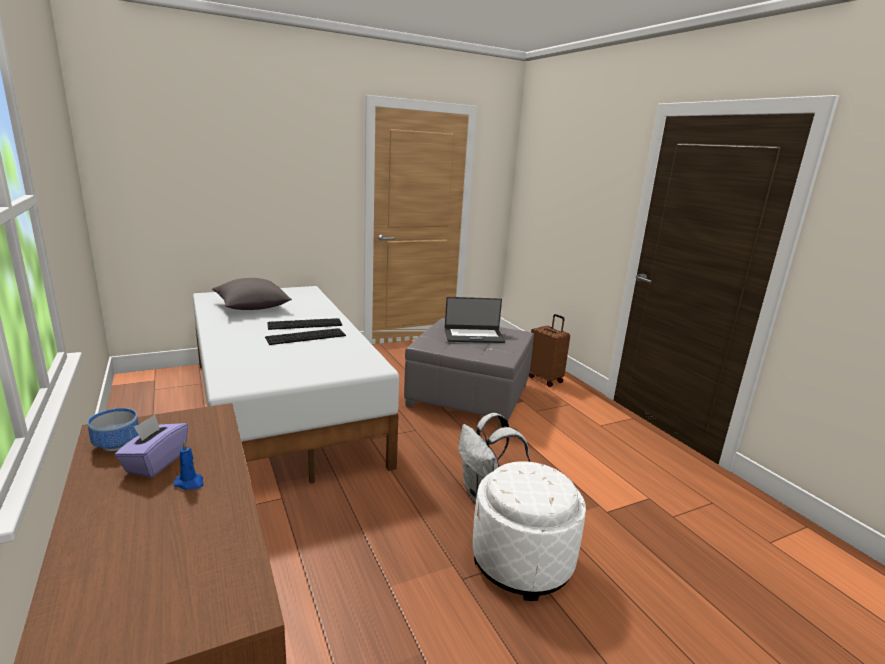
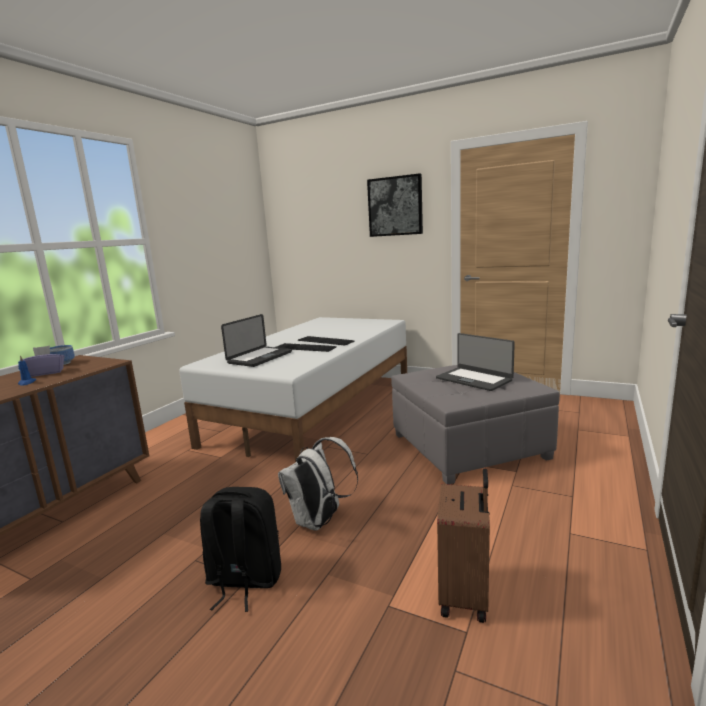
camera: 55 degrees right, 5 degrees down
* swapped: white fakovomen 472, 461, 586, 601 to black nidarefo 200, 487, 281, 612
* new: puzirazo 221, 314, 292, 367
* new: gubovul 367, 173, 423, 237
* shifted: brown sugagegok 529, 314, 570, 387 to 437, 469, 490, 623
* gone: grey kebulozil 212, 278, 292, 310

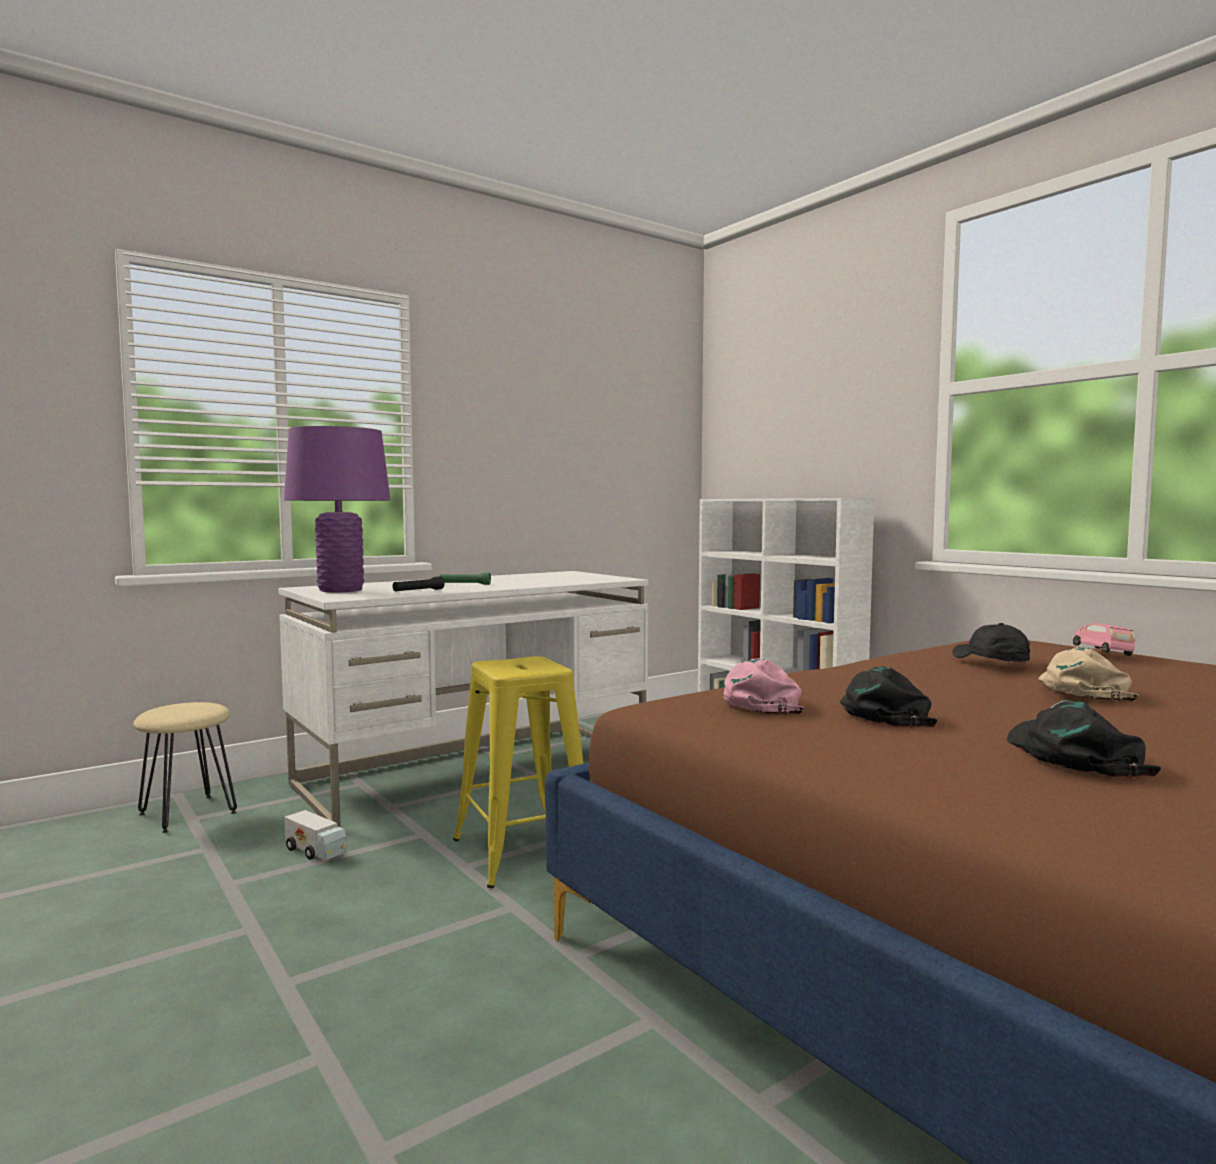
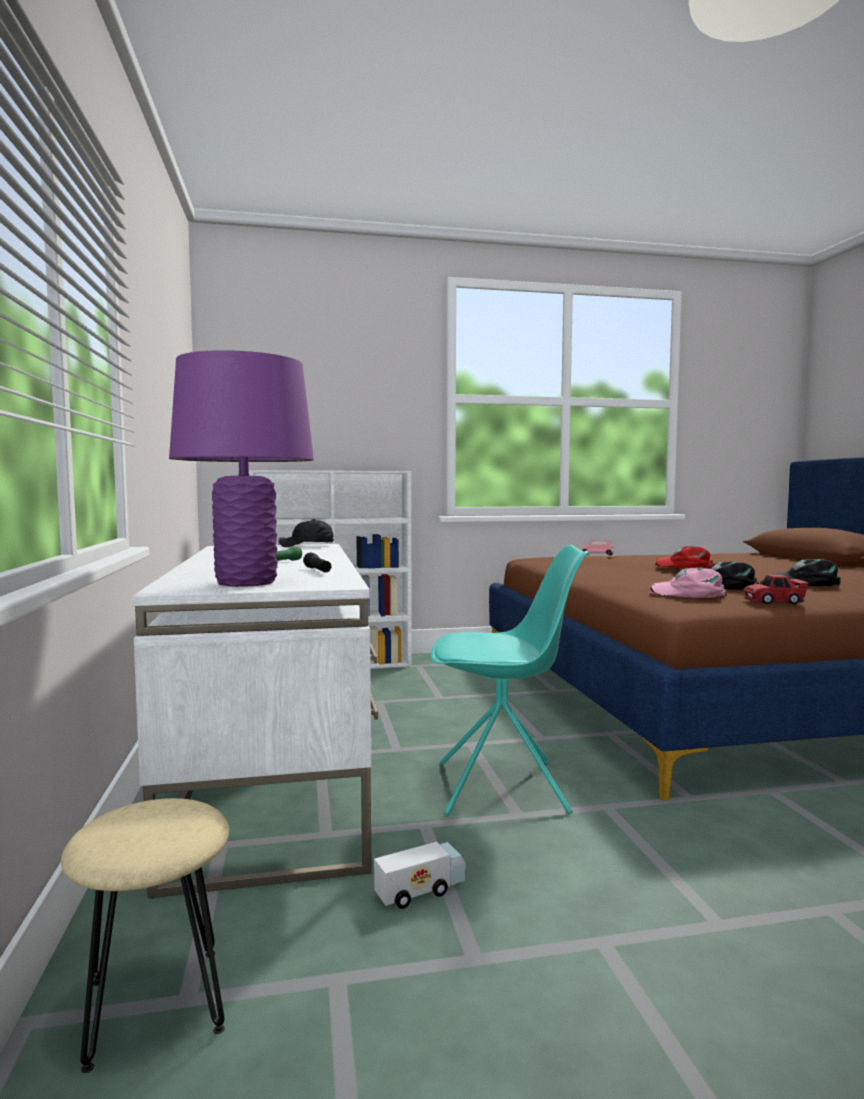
camera: 65 degrees left, 0 degrees up
* shifted: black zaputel 952, 623, 1030, 662 to 279, 519, 334, 547
* swapped: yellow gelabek 453, 656, 583, 888 to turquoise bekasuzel 431, 545, 590, 816
* repainted: beige zaputel 1038, 647, 1138, 701 to red zaputel 655, 546, 716, 569
* new: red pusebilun 743, 575, 808, 604

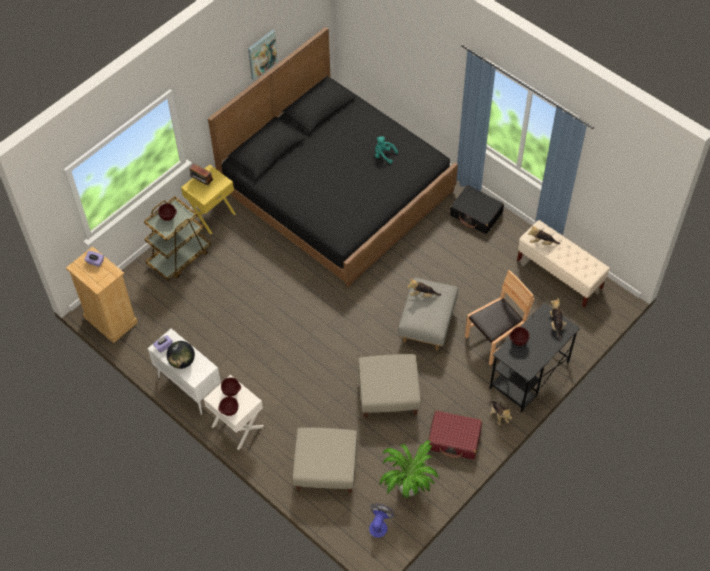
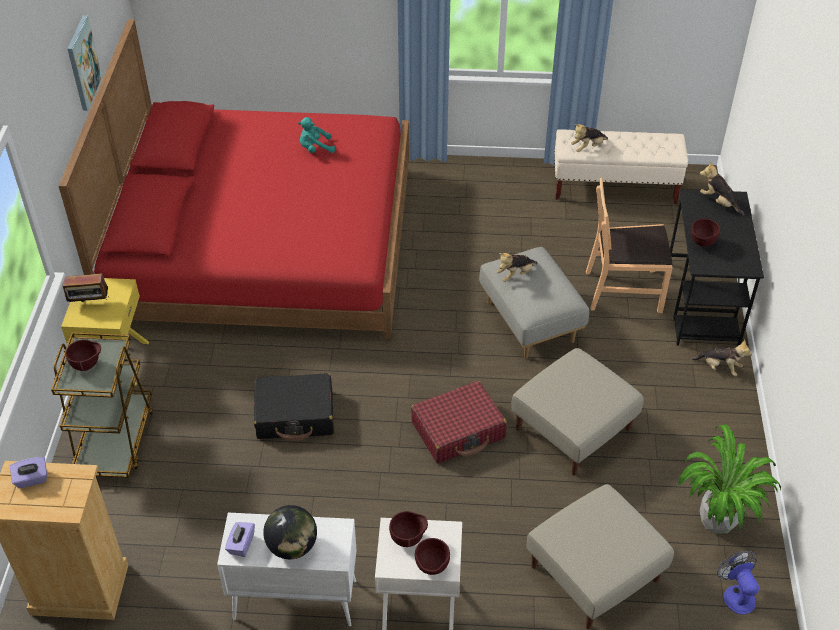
camera: 40 degrees left, 10 degrees down
* repainted: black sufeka 208, 27, 458, 287 to red sufeka 59, 19, 409, 339
* shifted: black sugagegok 450, 185, 504, 234 to 254, 373, 334, 441
* shifted: red sugagegok 428, 410, 482, 460 to 411, 381, 507, 463
* rotated: brown bekasuzel 465, 270, 534, 365 = 586, 178, 672, 313 105 degrees counterclockwise

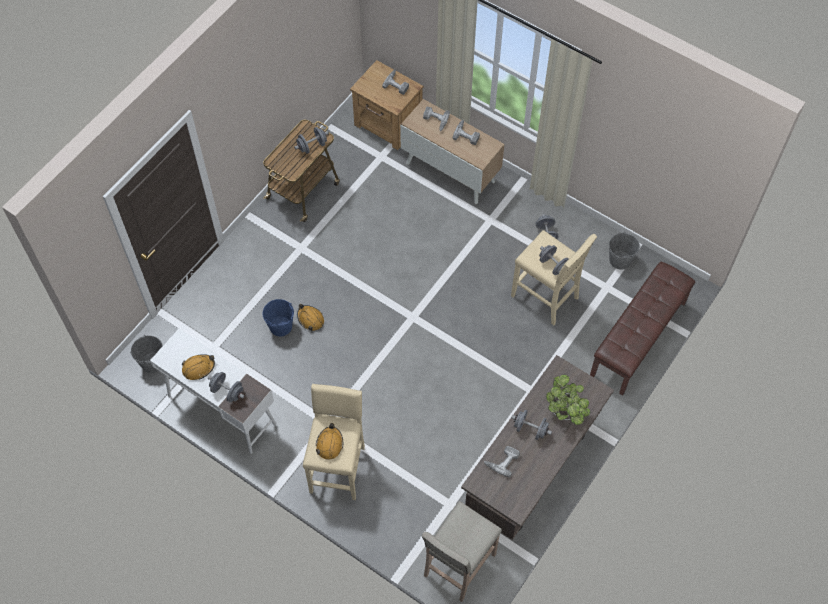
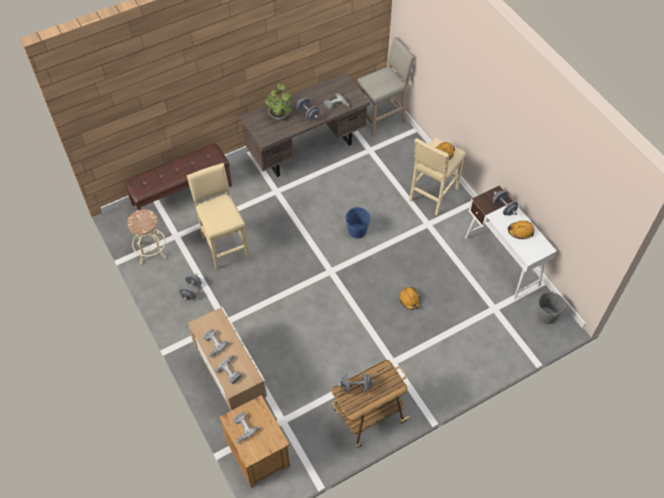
camera: 155 degrees left, 5 degrees down
* swapped: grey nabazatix 609, 231, 641, 270 to beige gelabek 127, 209, 166, 264
* shifted: blue nabazatix 262, 299, 294, 336 to 345, 207, 371, 238
* gone: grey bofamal 539, 245, 568, 275

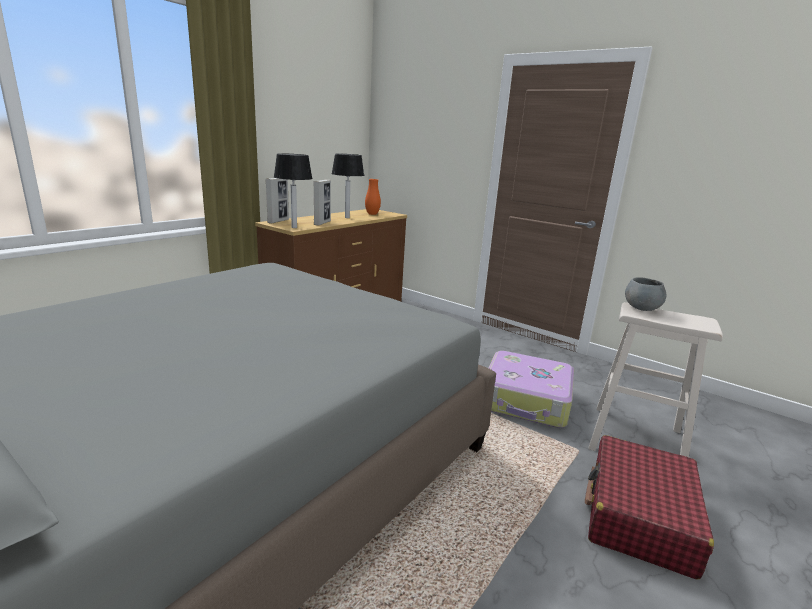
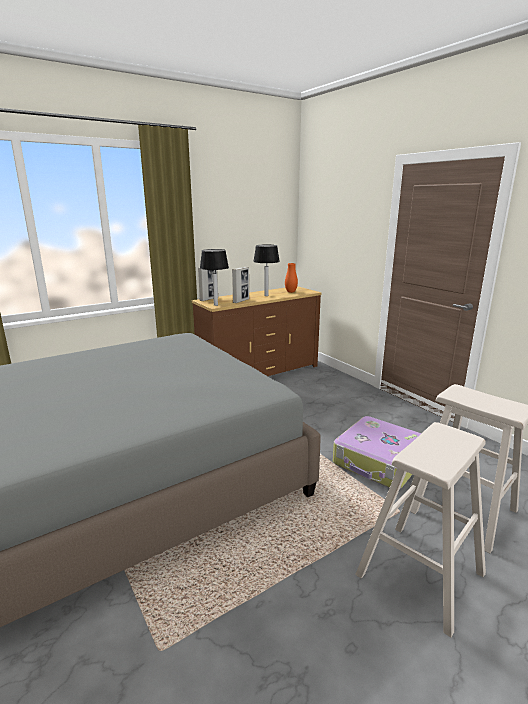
camera: 20 degrees right, 0 degrees up
* swapped: red sugagegok 585, 435, 714, 580 to beige gelabek 355, 422, 486, 638
* gone: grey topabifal 625, 277, 666, 311

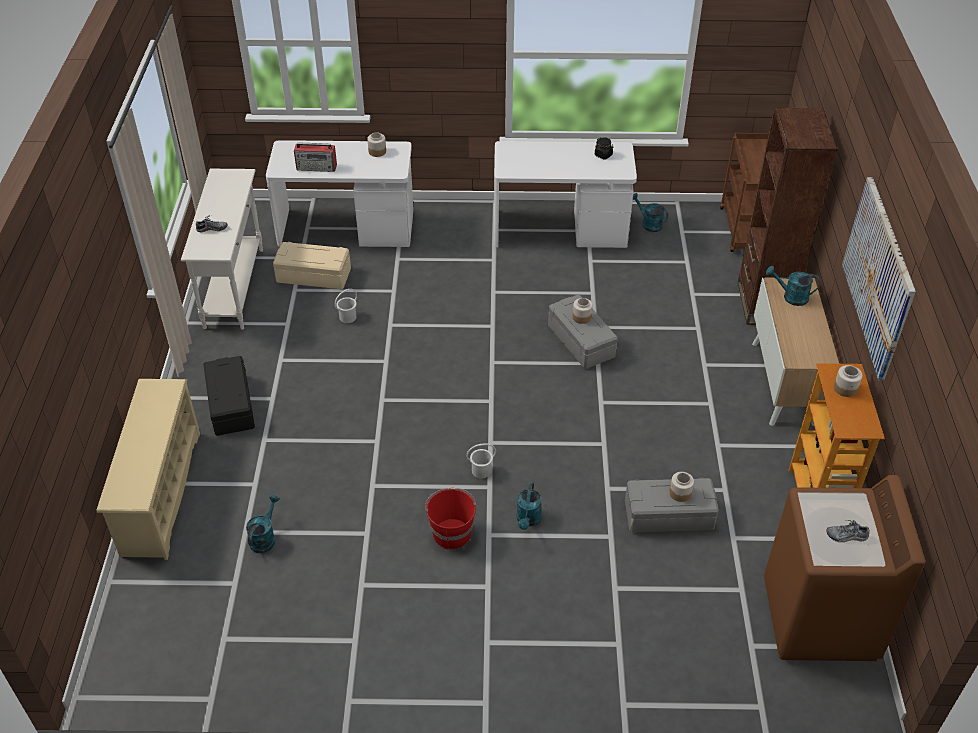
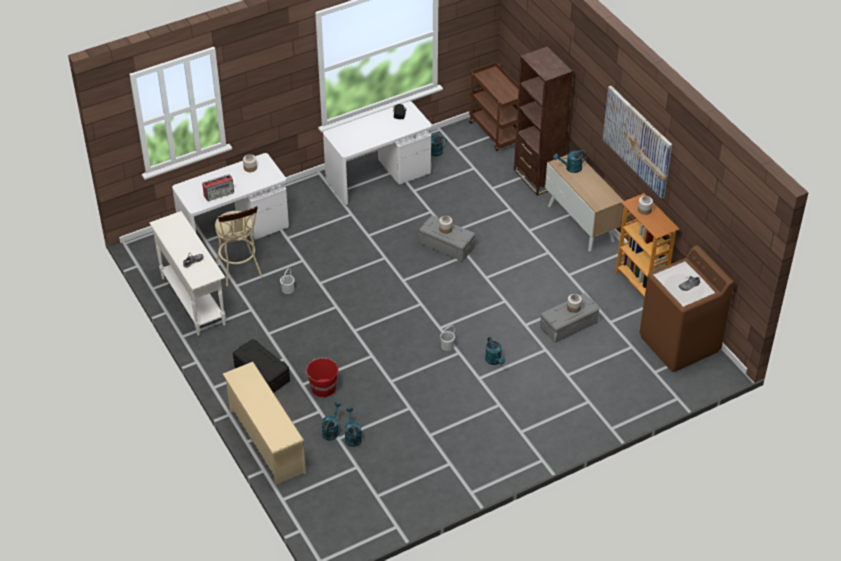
camera: 30 degrees left, 0 degrees up
* swapped: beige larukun 273, 242, 351, 289 to beige gelabek 215, 206, 262, 286
* shifted: red nabazatix 425, 488, 476, 549 to 305, 357, 338, 397
* new: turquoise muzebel 322, 402, 342, 441

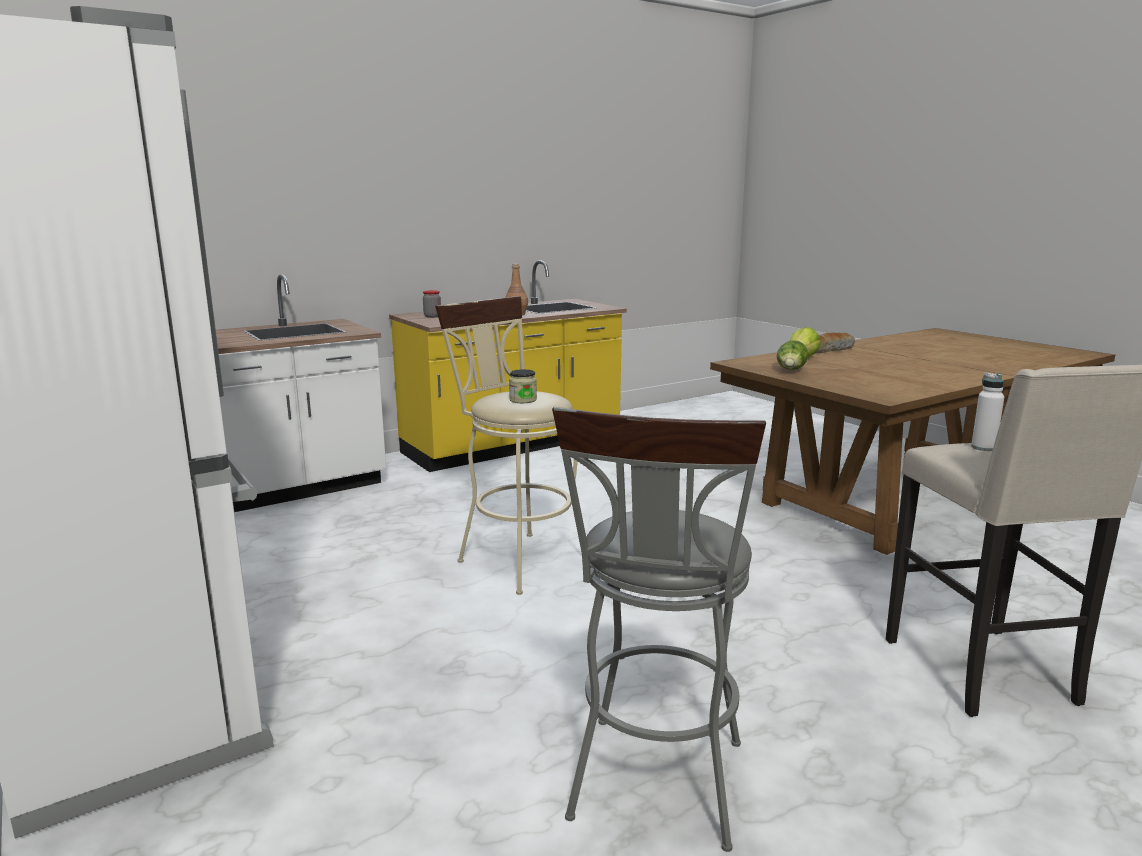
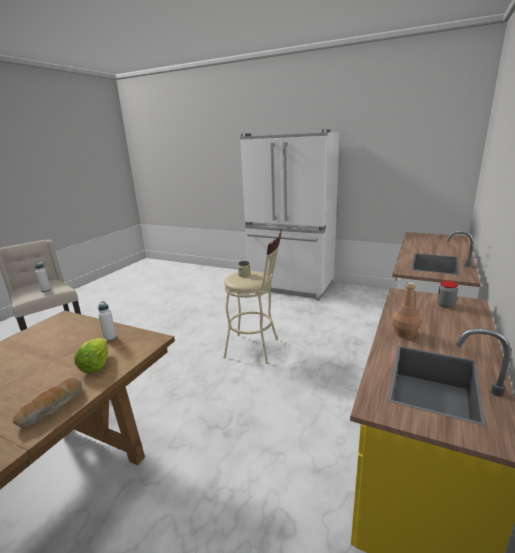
camera: 150 degrees right, 5 degrees up
* swapped: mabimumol 777, 340, 808, 370 to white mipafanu 98, 301, 117, 341
* gone: grey gelabek 552, 407, 766, 852

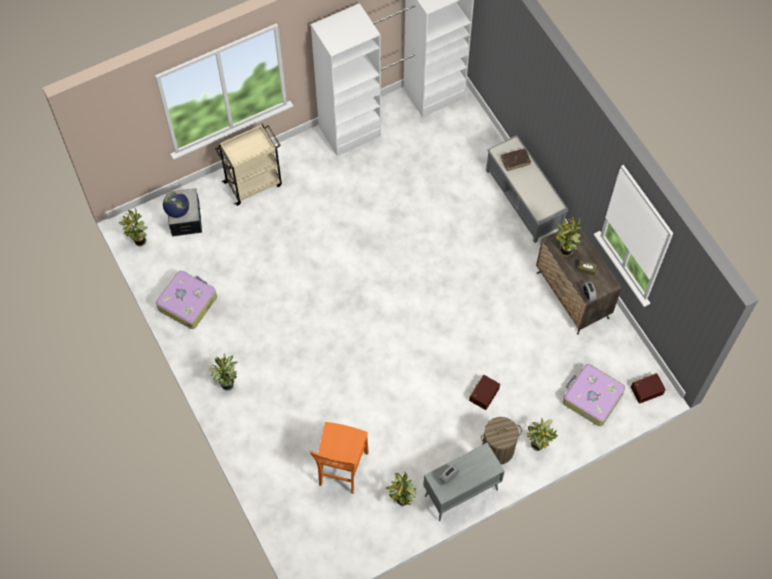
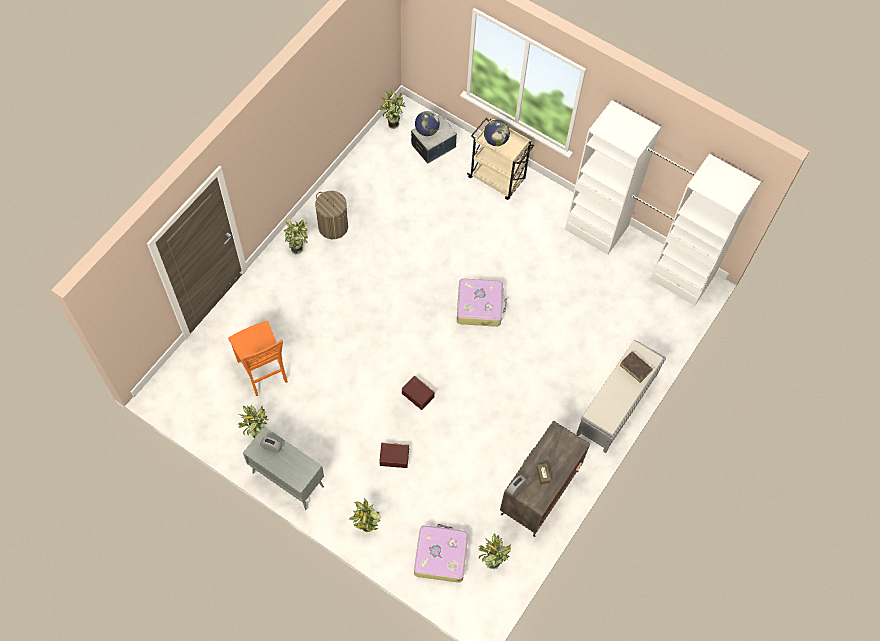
camera: 60 degrees right, 0 degrees up
* rotated: orange bekasuzel 310, 422, 369, 494 = 228, 321, 288, 396 105 degrees counterclockwise
* shifted: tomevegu 481, 417, 522, 465 to 315, 191, 348, 239
* shifted: brown larukun 631, 373, 666, 404 to 402, 376, 435, 410
* shifted: sugagegok 156, 270, 217, 329 to 457, 278, 507, 327
* shifted: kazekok 556, 217, 582, 256 to 478, 534, 511, 569
* new: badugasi 484, 120, 510, 146

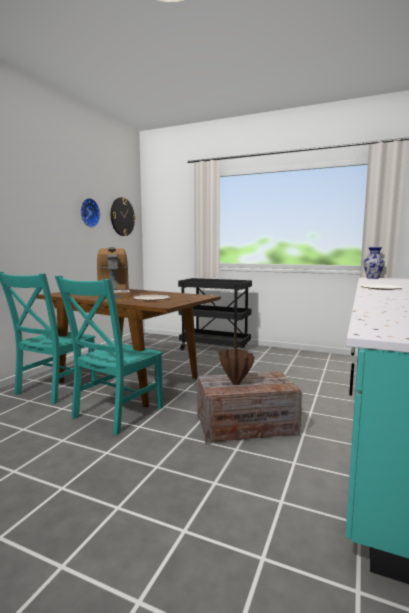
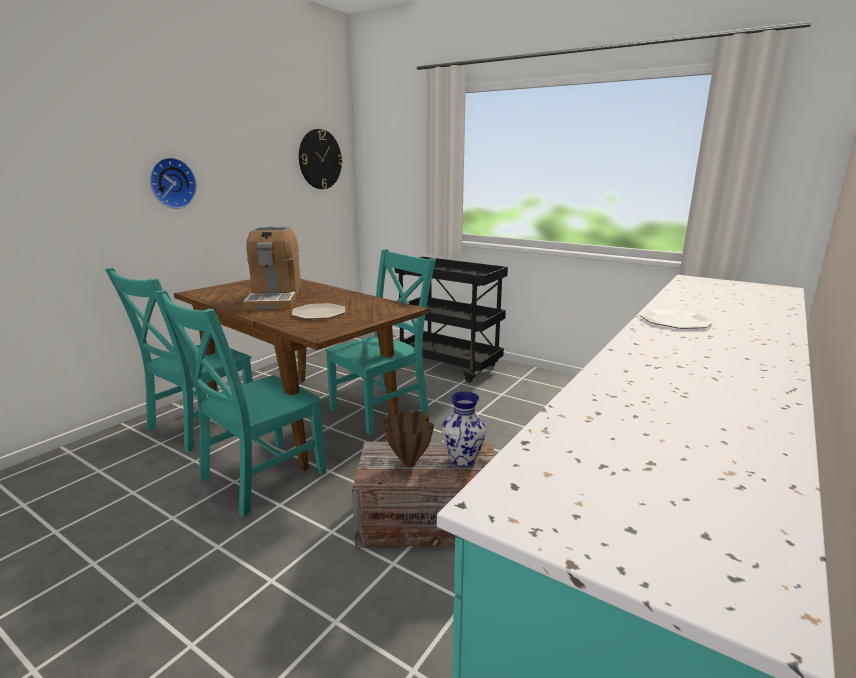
camera: 10 degrees right, 10 degrees up
* shifted: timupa 80, 198, 100, 227 to 150, 157, 197, 209
* new: turquoise bekasuzel 325, 249, 436, 435
* shifted: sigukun 363, 247, 385, 279 to 442, 391, 486, 467

